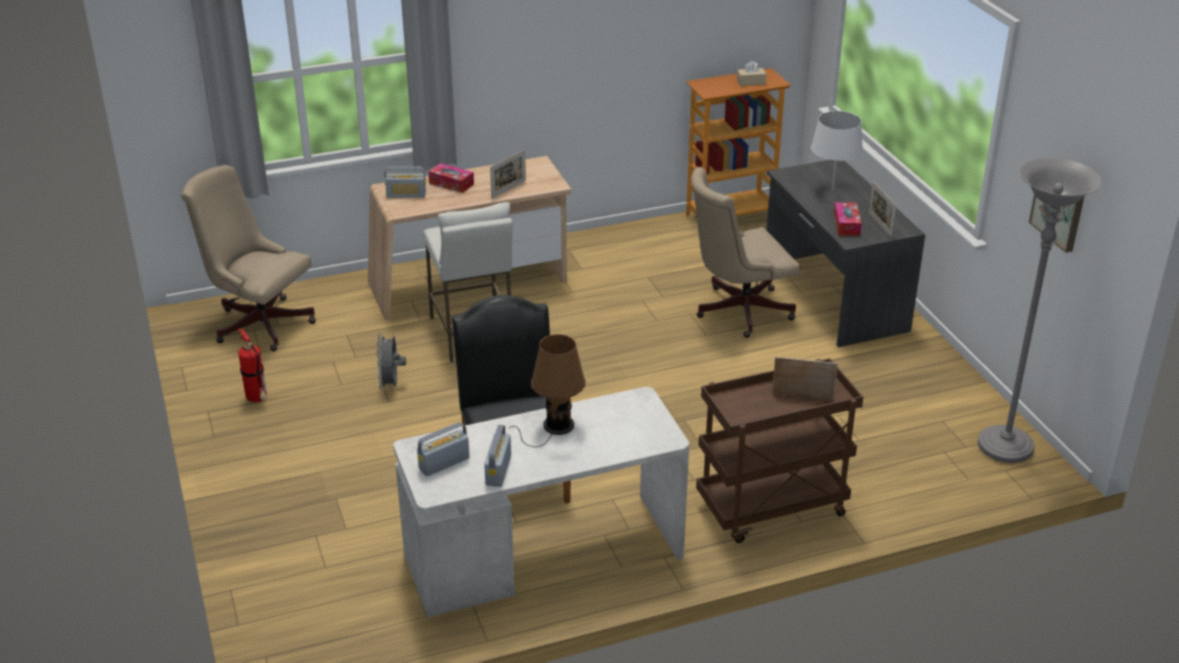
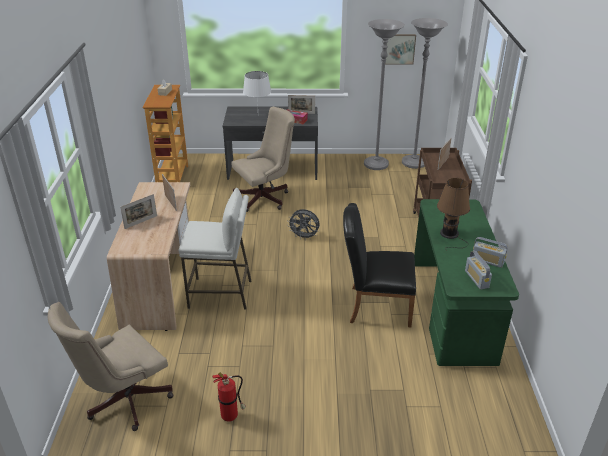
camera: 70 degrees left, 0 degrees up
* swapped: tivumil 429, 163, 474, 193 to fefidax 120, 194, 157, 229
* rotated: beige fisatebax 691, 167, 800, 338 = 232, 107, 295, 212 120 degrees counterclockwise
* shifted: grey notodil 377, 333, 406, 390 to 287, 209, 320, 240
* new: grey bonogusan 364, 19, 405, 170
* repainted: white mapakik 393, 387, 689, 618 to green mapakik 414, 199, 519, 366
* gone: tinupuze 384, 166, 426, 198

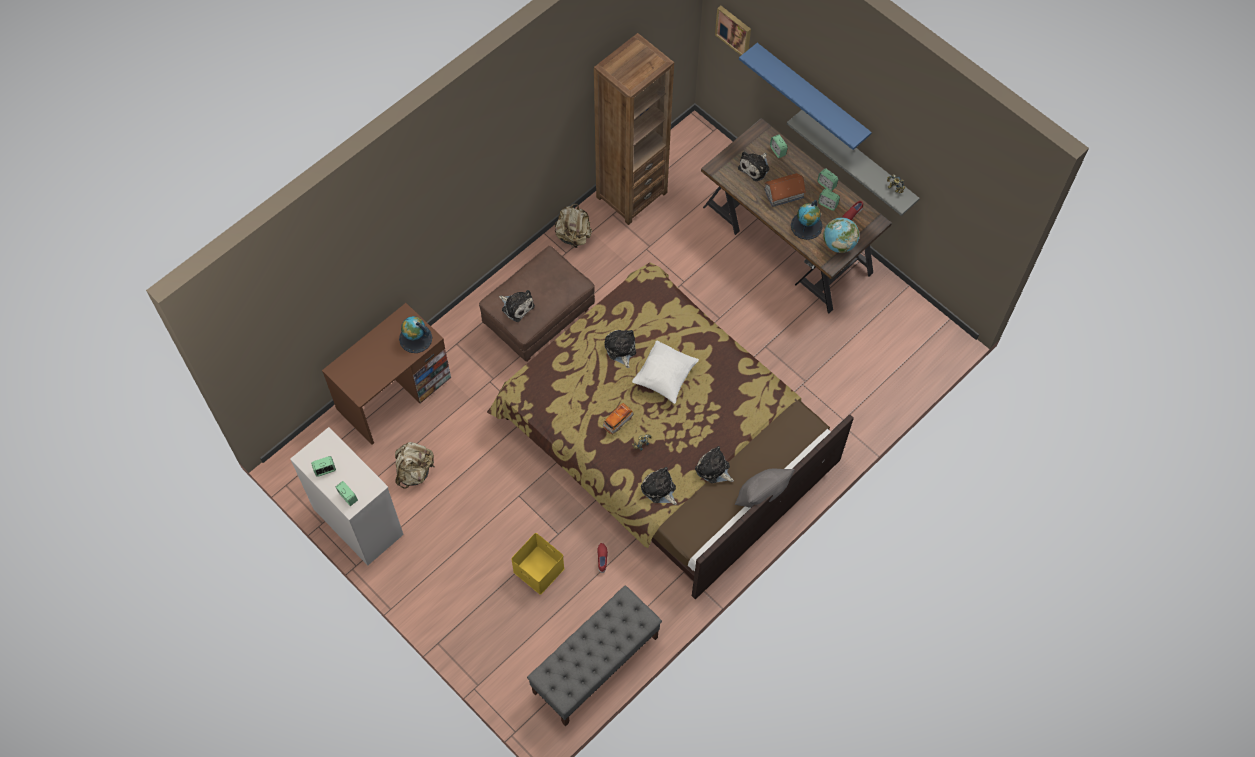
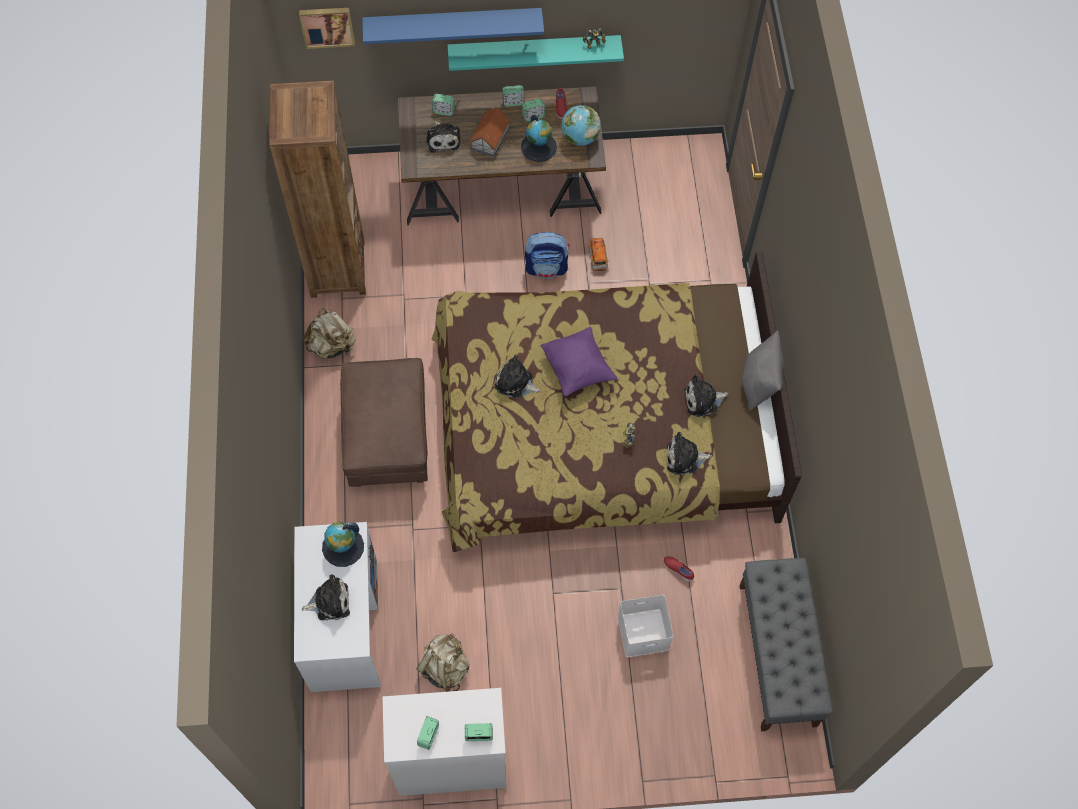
camera: 50 degrees left, 0 degrees up
* repainted: brown mapakik 322, 303, 451, 445 to white mapakik 294, 522, 381, 692
* shifted: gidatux 499, 290, 535, 322 to 301, 574, 350, 620
* repainted: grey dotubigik 787, 110, 920, 216 to turquoise dotubigik 448, 35, 624, 71
* new: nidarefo 525, 232, 569, 279
* repainted: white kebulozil 632, 341, 699, 404 to purple kebulozil 541, 327, 617, 396
* shifted: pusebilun 603, 403, 634, 434 to 588, 238, 608, 271
* repainted: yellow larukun 511, 533, 565, 595 to white larukun 618, 595, 673, 657

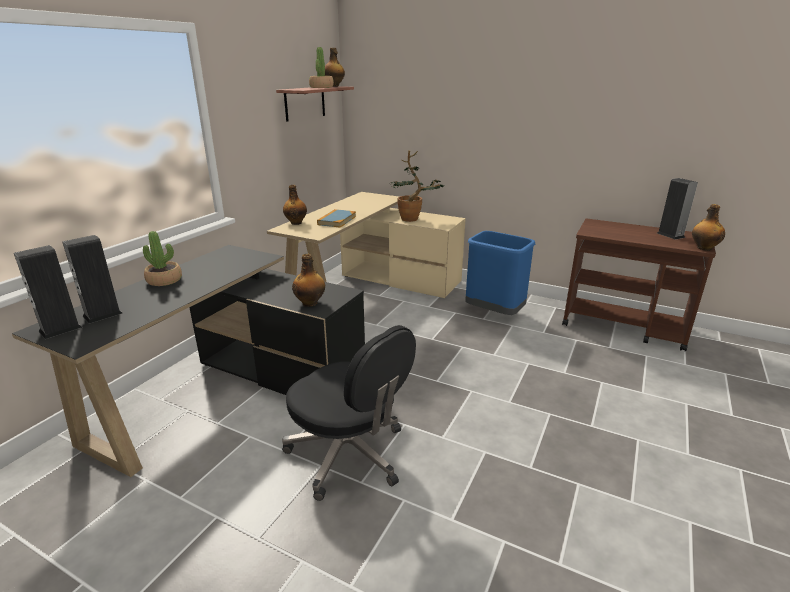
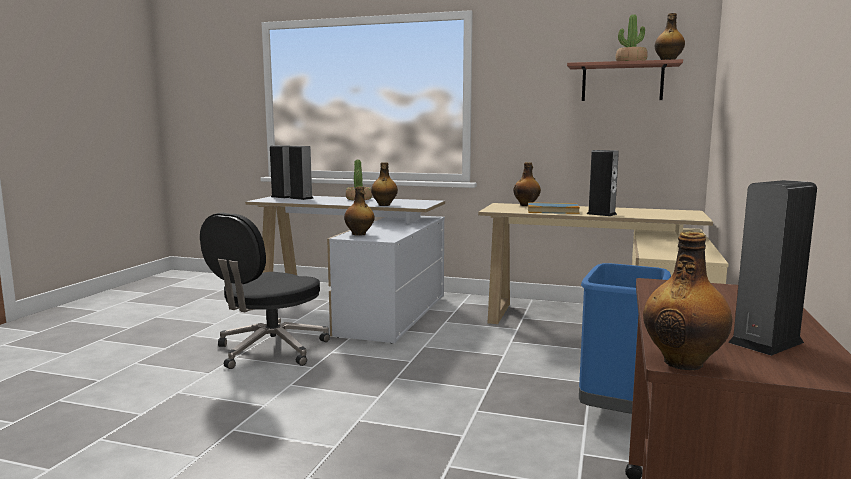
camera: 80 degrees right, 15 degrees down
* repainted: black mapakik 12, 245, 365, 477 to white mapakik 245, 196, 445, 343
* new: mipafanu 371, 162, 398, 206
* new: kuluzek 587, 150, 619, 216
* gone: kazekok 391, 150, 444, 222

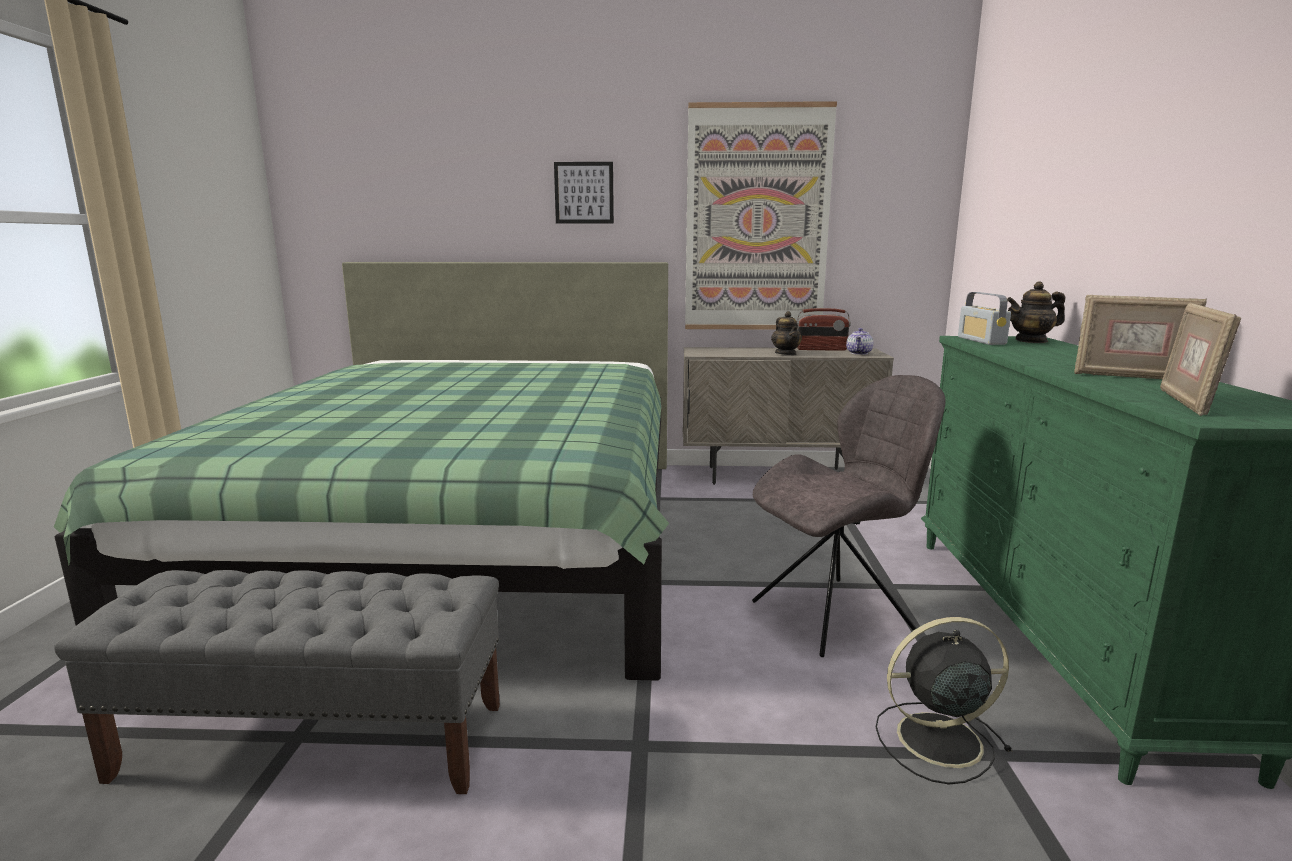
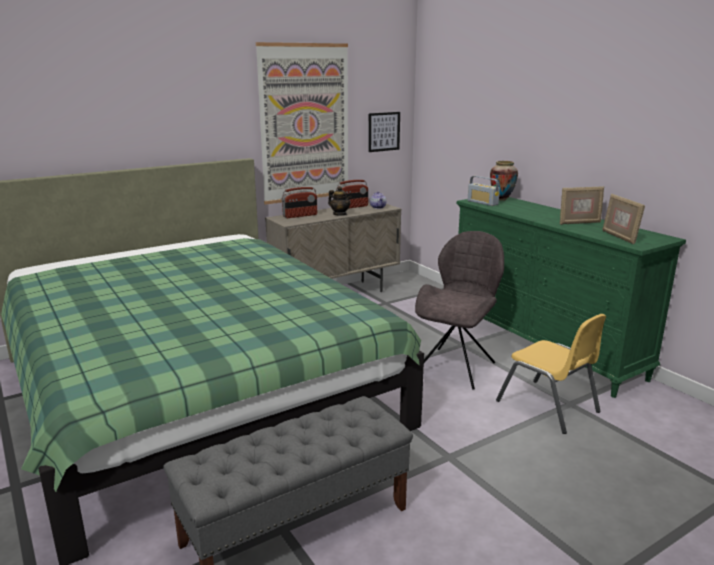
camera: 35 degrees left, 5 degrees up
* new: tinupuze 282, 187, 317, 218
* shifted: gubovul 554, 162, 614, 224 to 368, 112, 400, 152
* swapped: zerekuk 1007, 281, 1065, 343 to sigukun 490, 161, 518, 201
* swapped: black notodil 876, 617, 1012, 784 to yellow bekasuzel 496, 314, 606, 434

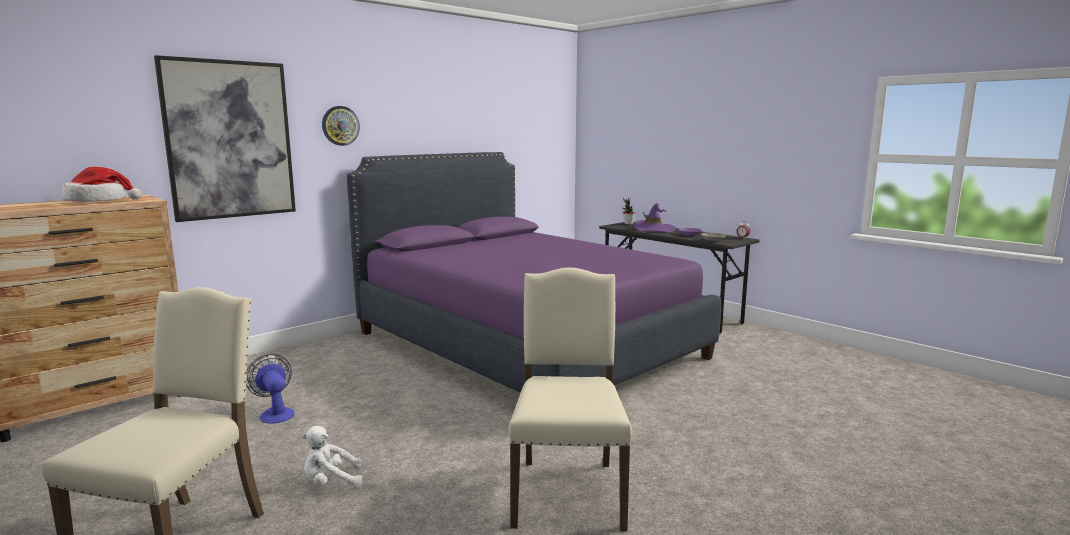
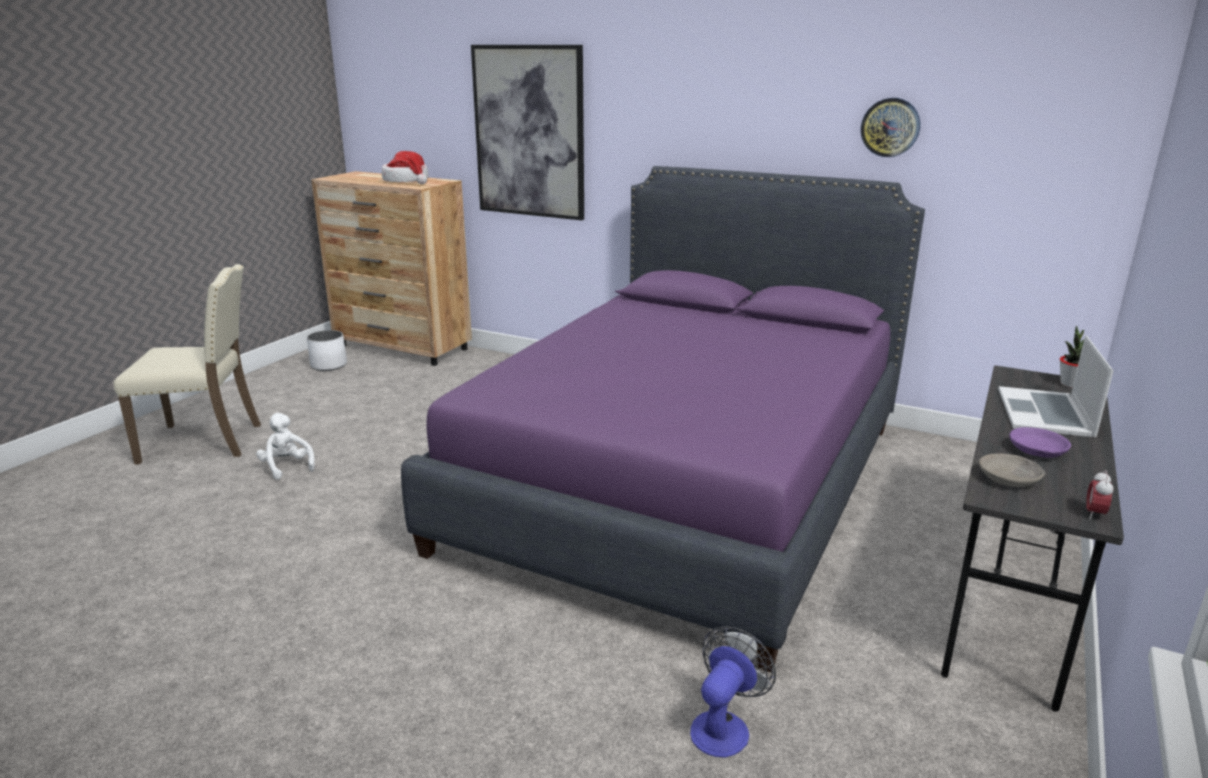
camera: 70 degrees right, 10 degrees up
* new: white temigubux 307, 330, 347, 371
* shifted: notodil 246, 354, 295, 424 to 690, 626, 776, 758
* shifted: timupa 322, 106, 360, 146 to 861, 98, 920, 157
* swapped: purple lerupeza 634, 203, 676, 232 to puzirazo 998, 335, 1113, 437
* gone: beige bekasuzel 508, 268, 632, 532

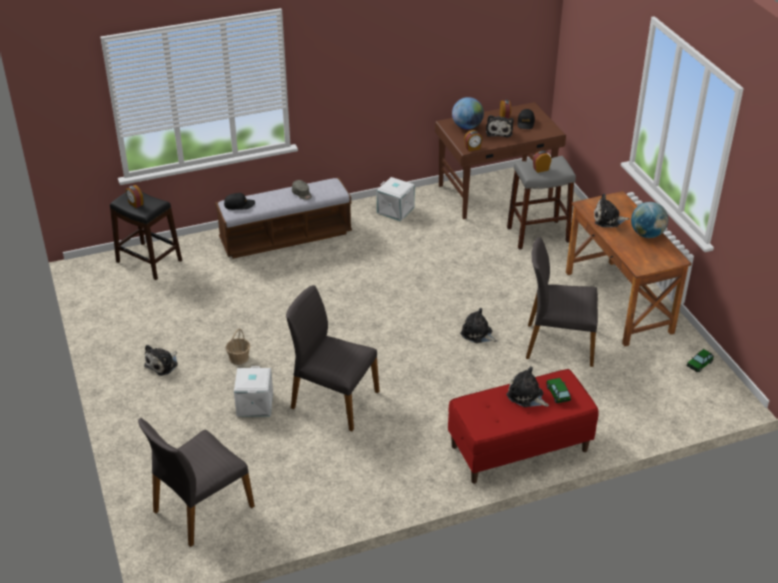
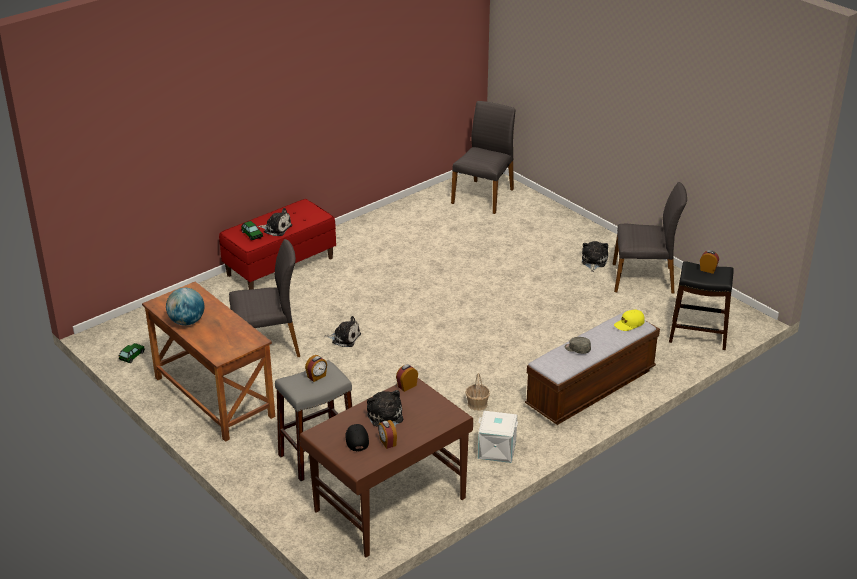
camera: 160 degrees right, 5 degrees down
* shifted: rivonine 226, 329, 250, 365 to 465, 373, 490, 411
* shifted: grey bekasuzel 286, 285, 379, 431 to 613, 182, 687, 294
* repainted: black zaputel 224, 193, 255, 210 to yellow zaputel 614, 310, 645, 331
* gone: white larukun 234, 366, 273, 417
* gone: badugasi 452, 97, 484, 129
* gone: gidatux 594, 193, 630, 227

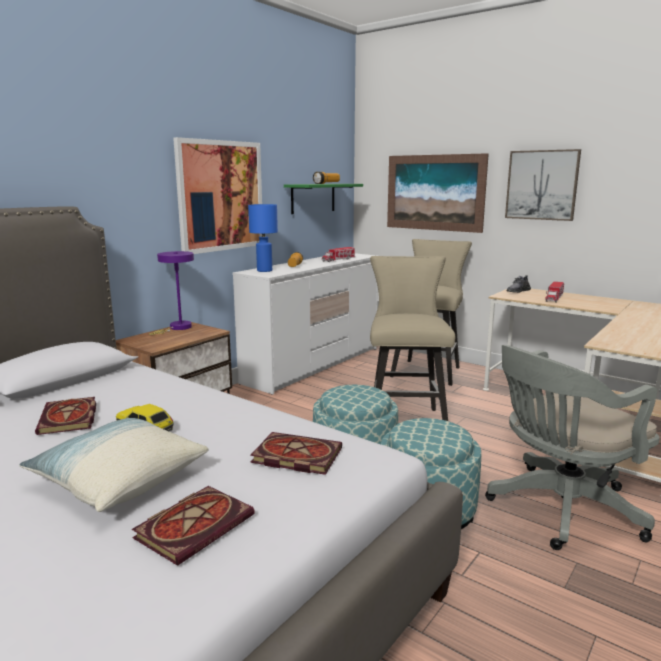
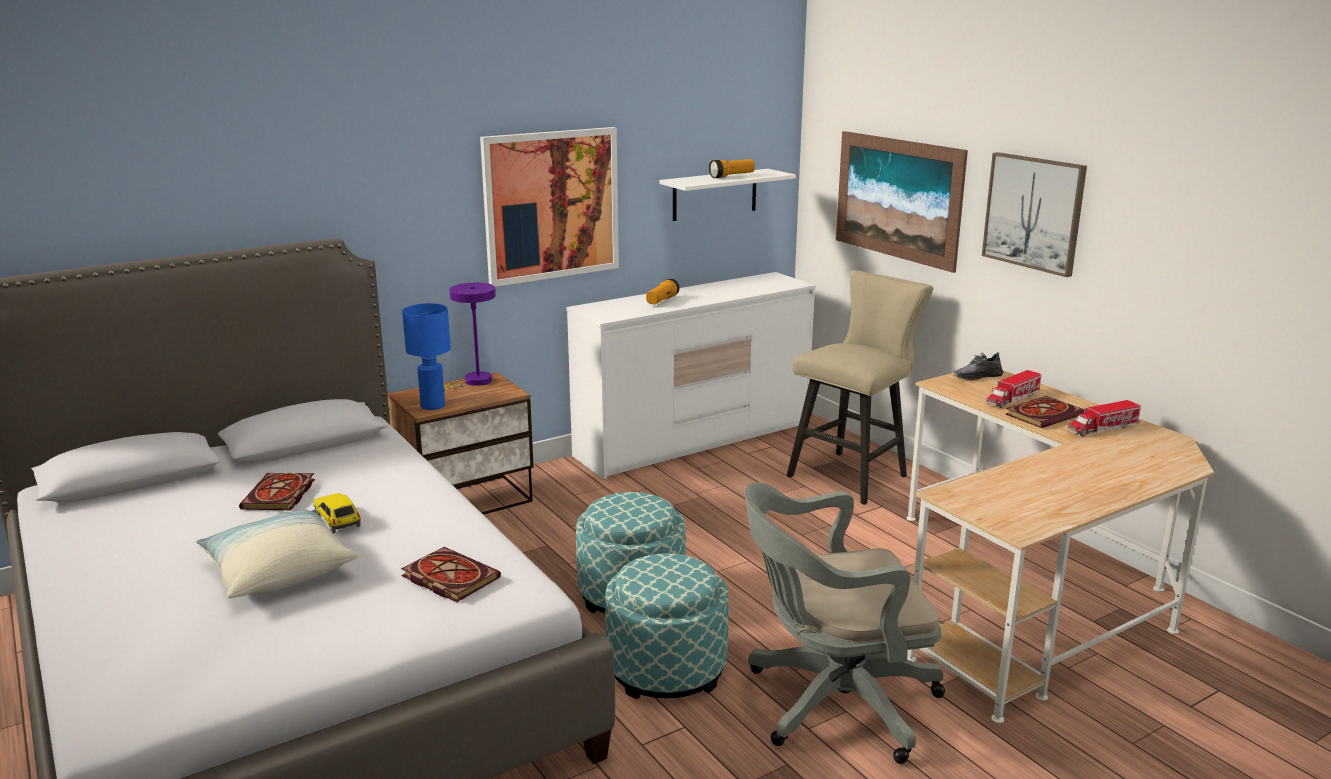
camera: 20 degrees right, 5 degrees up
* shifted: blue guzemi 248, 204, 278, 272 to 402, 303, 451, 410
* repainted: green dotubigik 284, 184, 363, 214 to white dotubigik 660, 169, 796, 221
* shifted: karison 132, 486, 255, 566 to 1005, 396, 1084, 428
* shifted: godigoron 322, 247, 355, 262 to 1068, 400, 1141, 437
* gone: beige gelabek 370, 256, 455, 421

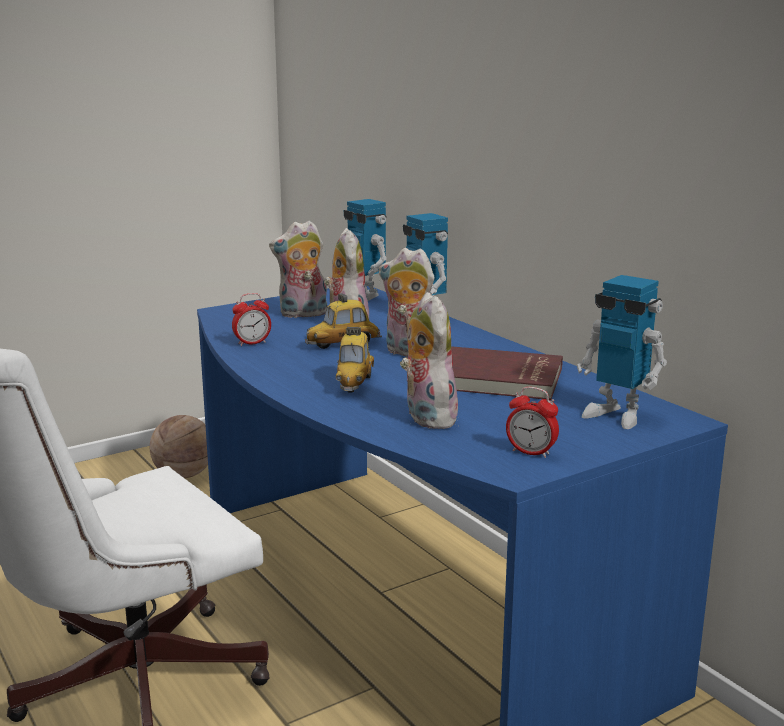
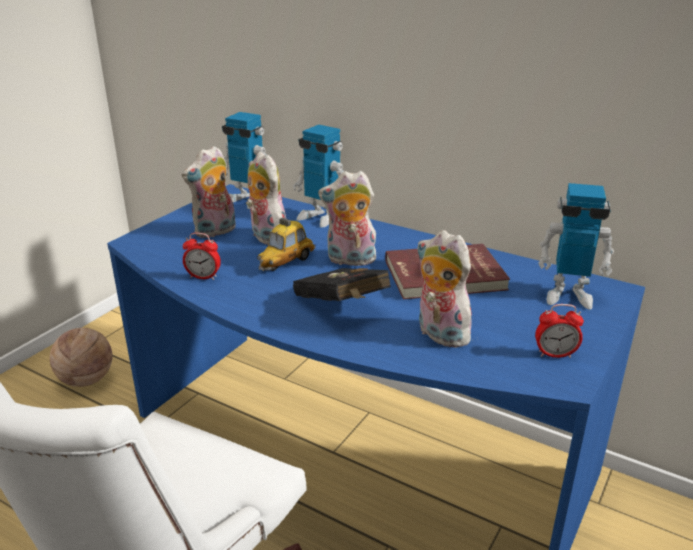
camera: 25 degrees left, 10 degrees up
* rotated: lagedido 232, 293, 271, 346 = 183, 233, 221, 280 60 degrees clockwise
* swapped: pusebilun 336, 327, 374, 393 to black karison 293, 268, 391, 301

